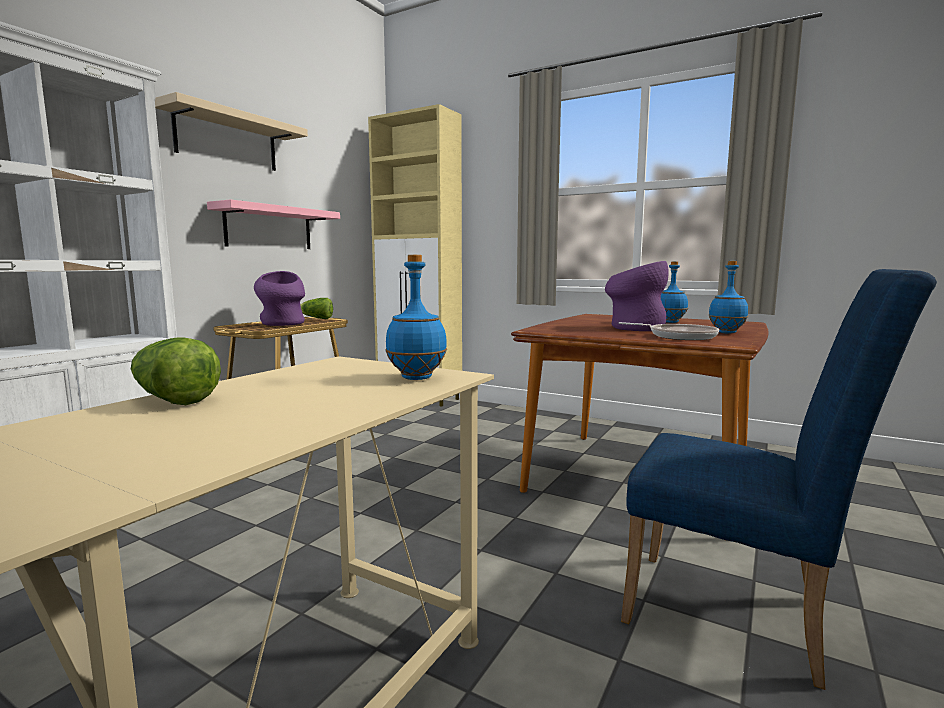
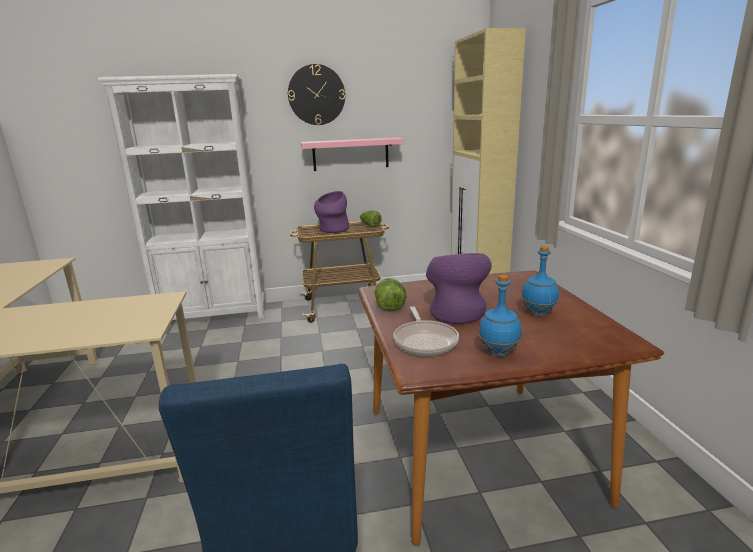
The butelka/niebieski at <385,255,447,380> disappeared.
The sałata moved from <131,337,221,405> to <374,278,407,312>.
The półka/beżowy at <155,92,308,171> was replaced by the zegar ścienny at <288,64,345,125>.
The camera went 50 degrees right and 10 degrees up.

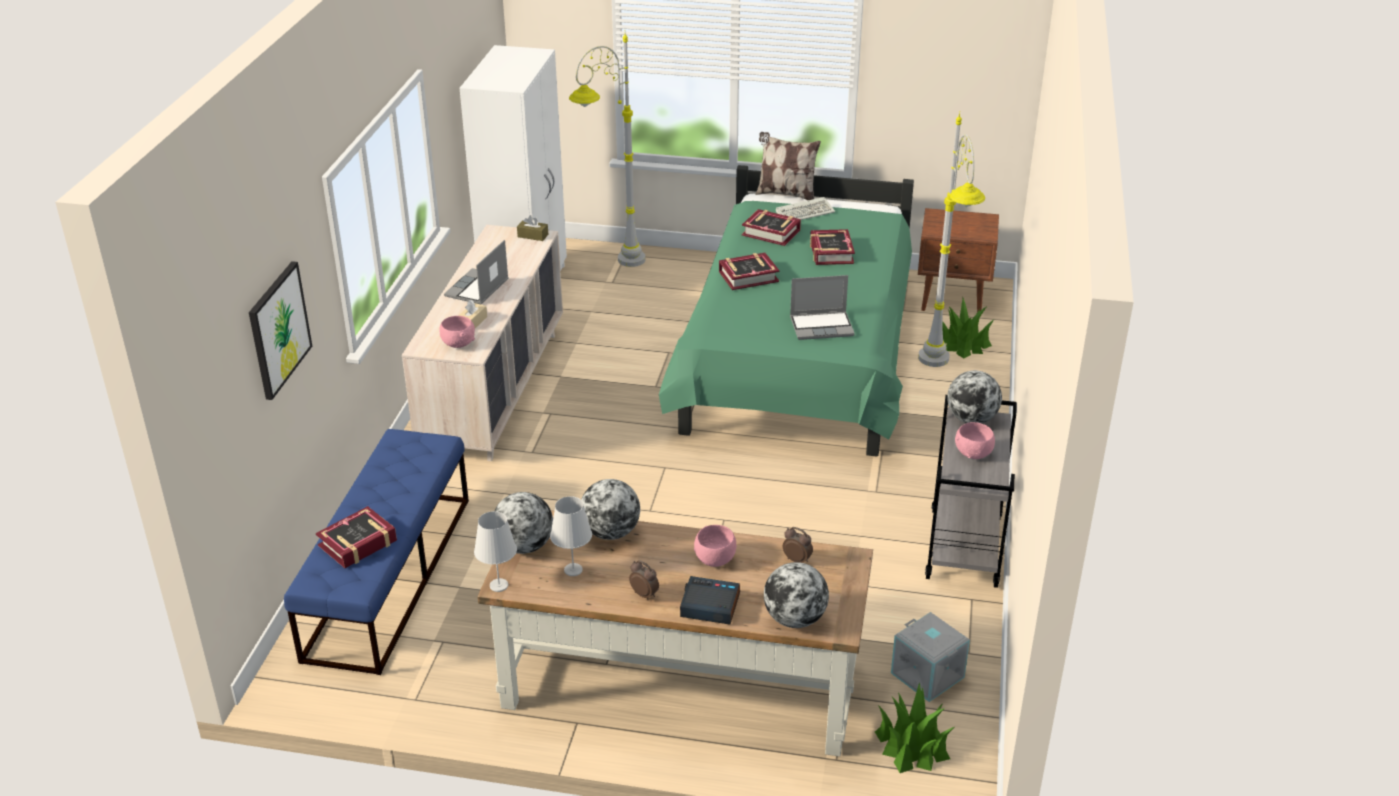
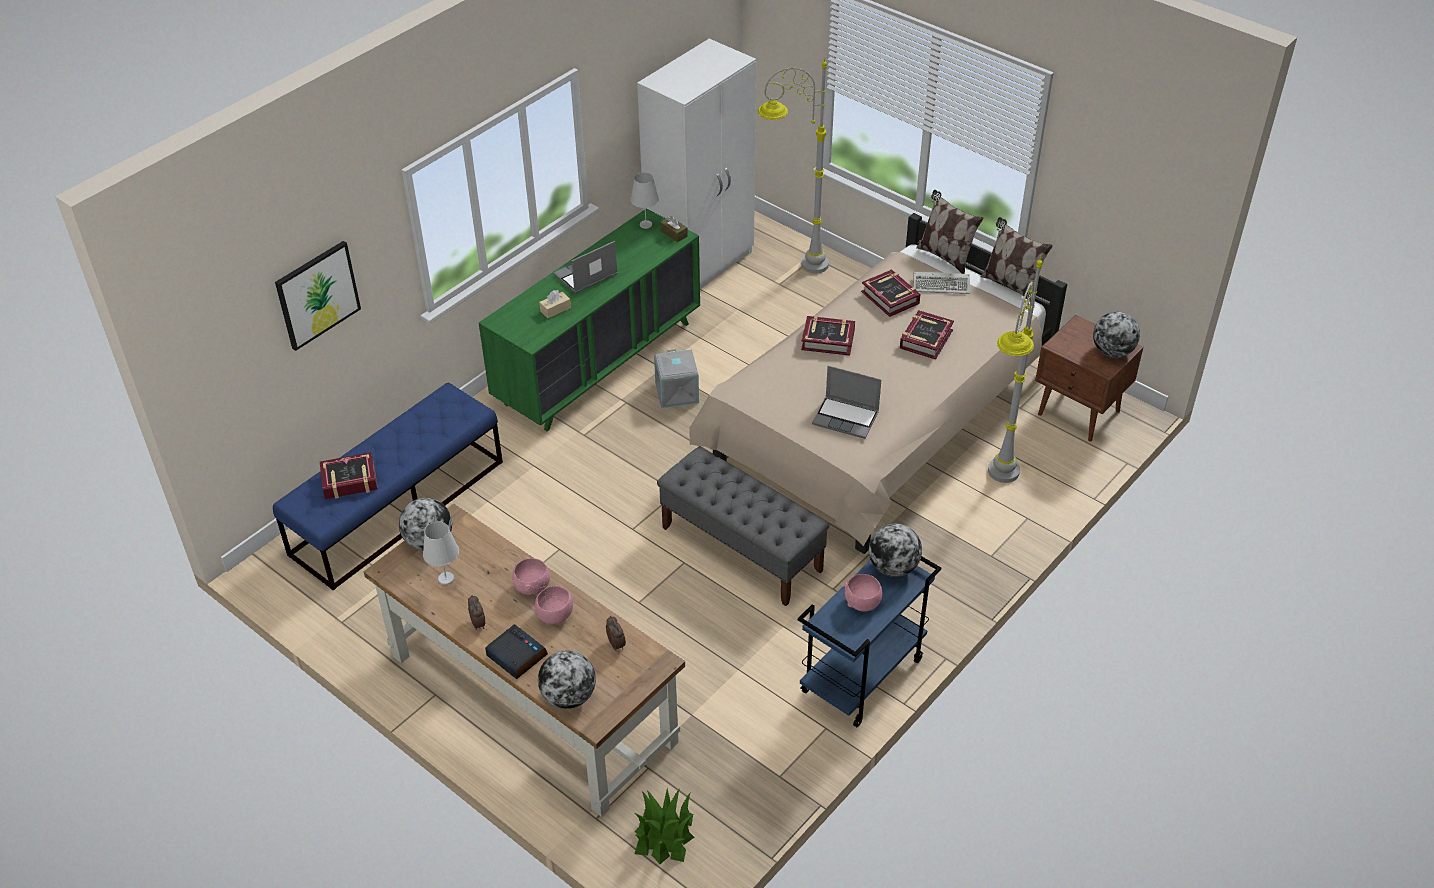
The roślina doniczkowa at <942,298,994,358> disappeared.
The ławka/szary at <657,446,830,606> appeared.
The poduszka at <980,217,1053,302> appeared.
The miska/różowy moved from <439,316,475,348> to <512,558,550,595>.
The lampa stołowa/biały moved from <474,511,517,592> to <631,172,659,229>.
The globus moved from <581,479,640,540> to <1093,312,1140,358>.
The pojemnik do przechowywania/szary moved from <891,612,970,702> to <654,349,699,408>.
The komoda/beżowy at <402,225,563,461> became the komoda/zielony at <479,209,700,431>.
The łóżko/zielony at <659,165,914,457> became the łóżko/beżowy at <689,213,1067,554>.
The wózek/szary at <925,395,1017,588> became the wózek/niebieski at <798,556,941,727>.
The camera went 30 degrees right and 10 degrees up.

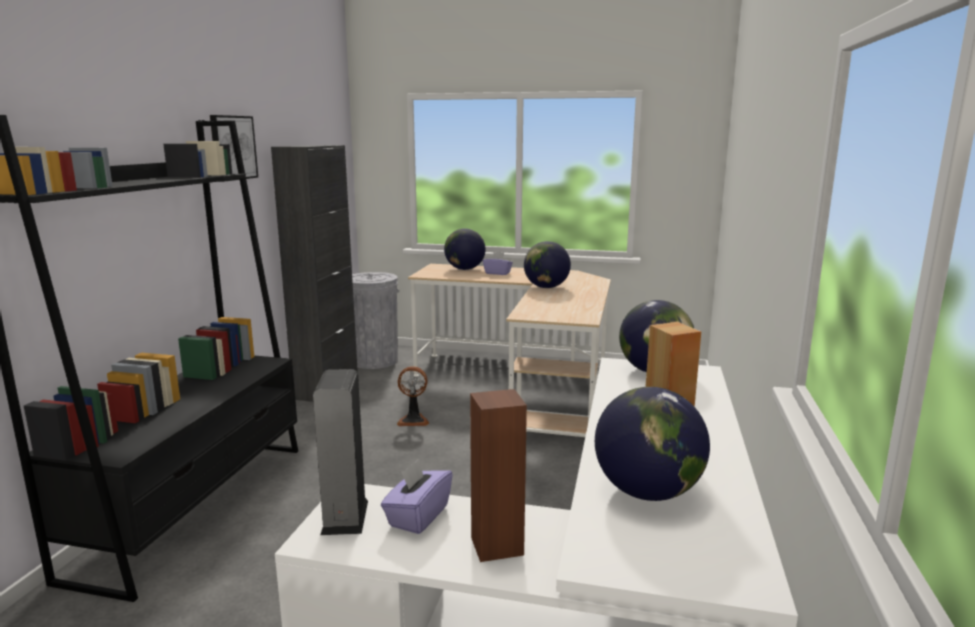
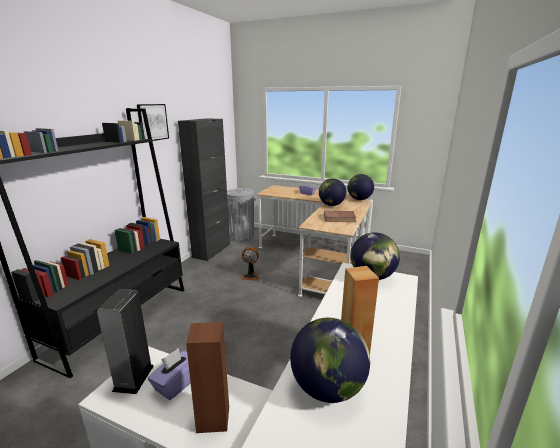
The książka/brązowy at <324,211,357,222> appeared.
The globus moved from <444,228,486,270> to <347,174,374,200>.
The camera went 10 degrees right and 5 degrees up.

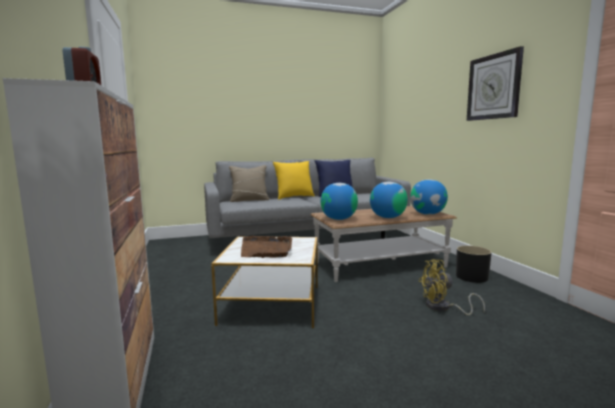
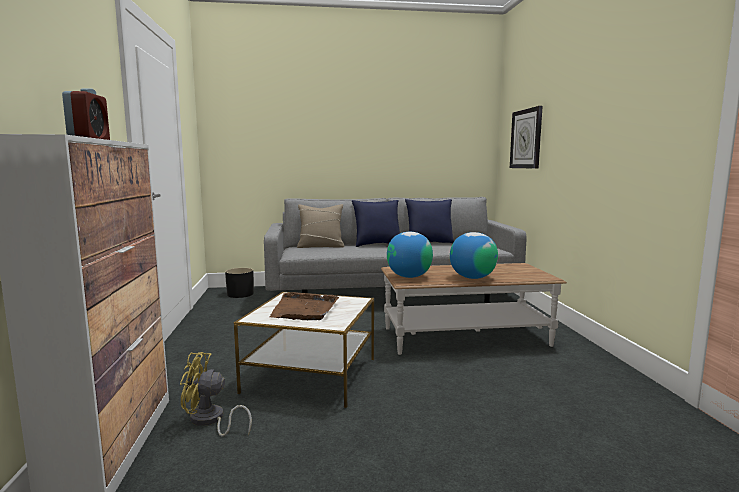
The globus at <410,179,448,215> disappeared.
The wentylator/żółty moved from <418,259,485,315> to <180,352,252,437>.
The donica/czarny moved from <456,246,492,283> to <225,268,254,298>.
The zegar ścienny moved from <467,46,524,121> to <510,106,543,169>.
The poduszka/żółty at <273,161,315,199> became the poduszka/niebieski at <352,200,400,247>.
The camera went 10 degrees right and 0 degrees up.

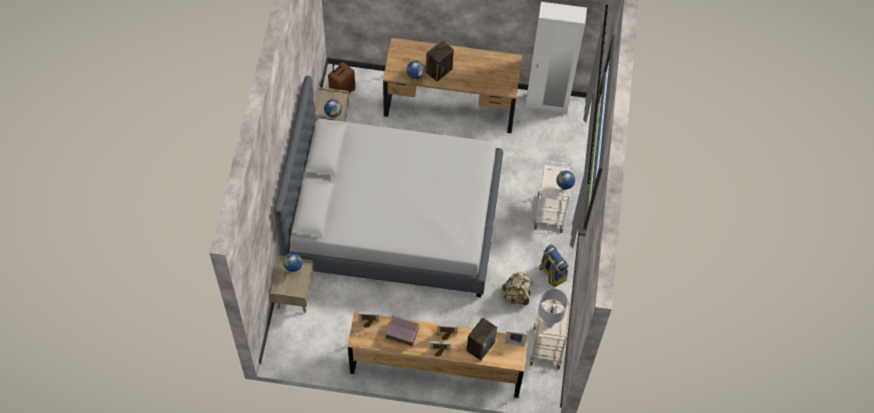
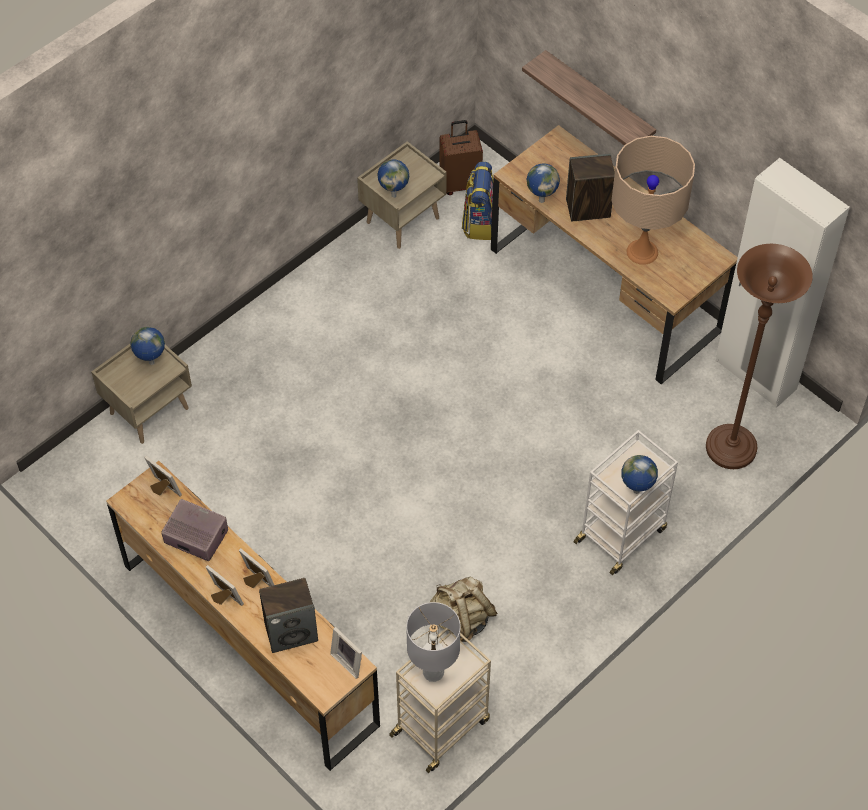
The łóżko/szary at <274,76,503,297> disappeared.
The półka at <522,50,656,145> appeared.
The lampa stołowa/beżowy at <611,136,695,265> appeared.
The lampa stojąca/brązowy at <706,244,813,469> appeared.
The plecak moved from <539,244,568,287> to <462,162,493,240>.
The radio at <385,316,419,347> turned 150 degrees clockwise.
The camera went 40 degrees right and 5 degrees down.

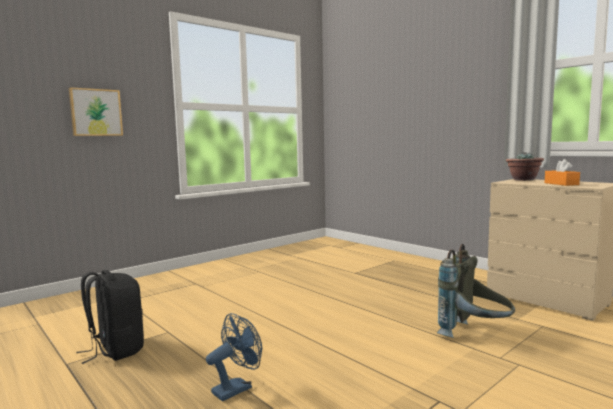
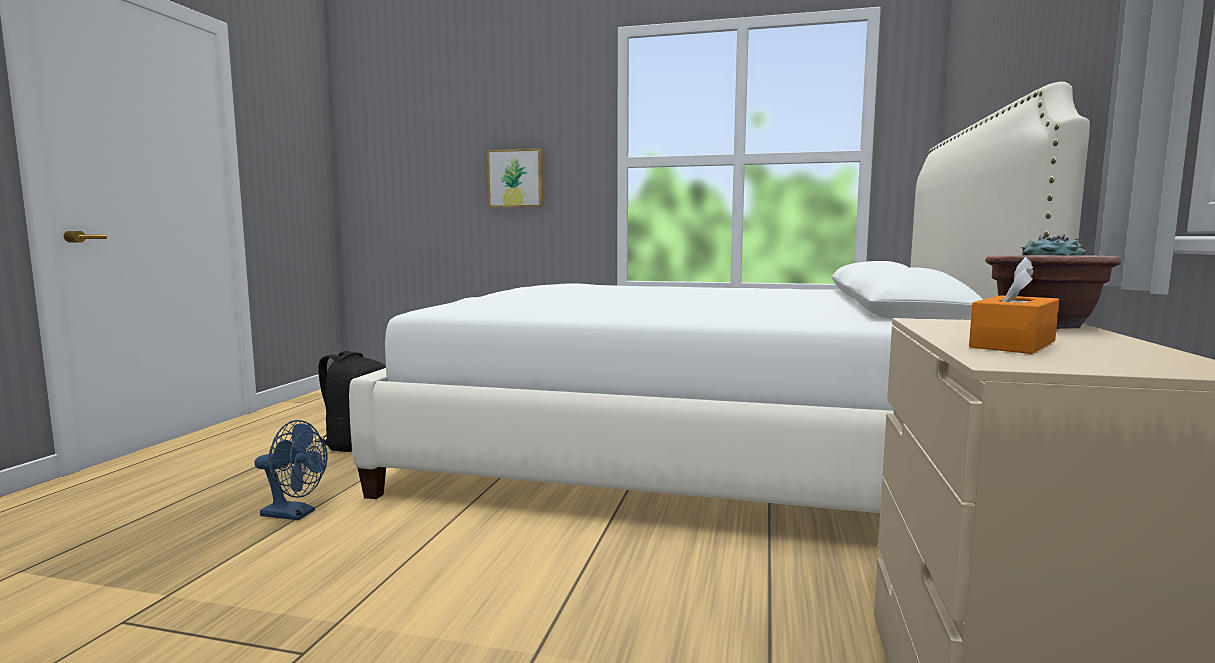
The plecak/szary at <437,244,515,338> disappeared.
The łóżko/biały at <349,82,1090,513> appeared.
The camera went 55 degrees right and 0 degrees up.

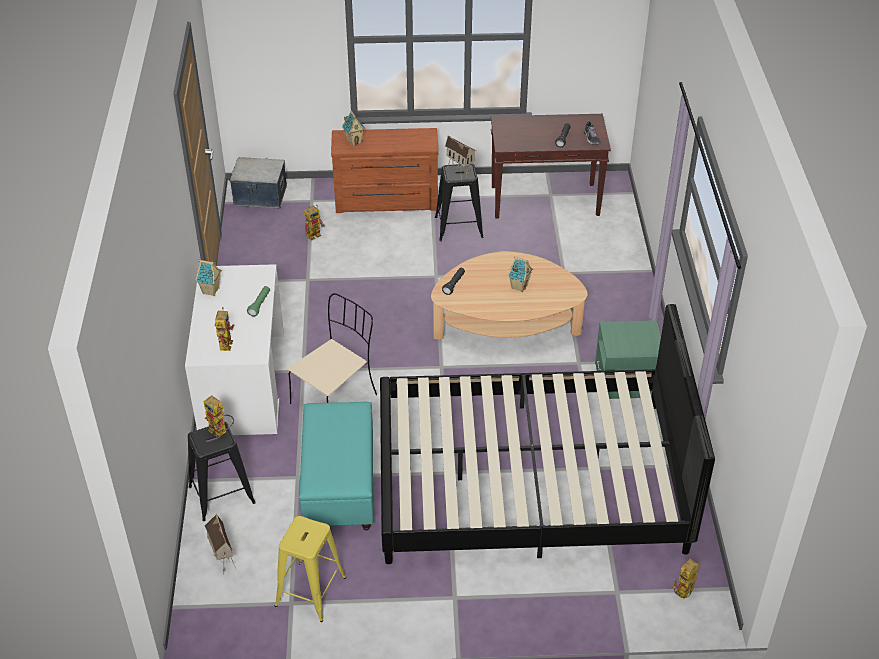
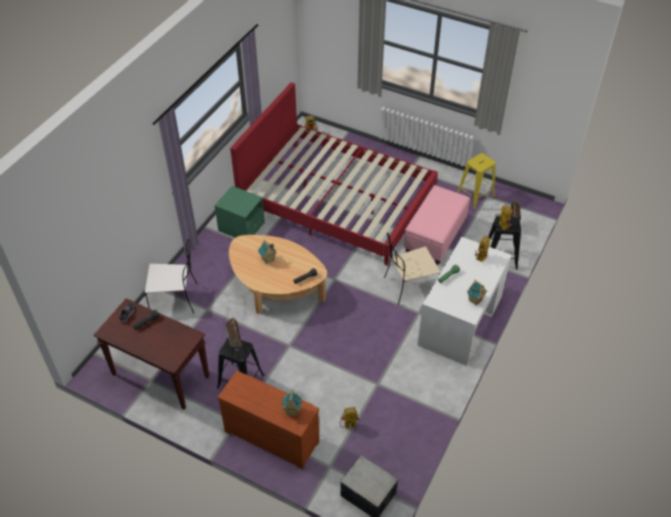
The krzesło/biały at <145,239,197,313> appeared.
The pufa/turkusowy at <299,402,373,531> became the pufa/różowy at <404,185,470,264>.
The łóżko/czarny at <380,304,715,564> became the łóżko/czerwony at <230,83,438,265>.
The camera went 150 degrees left and 5 degrees up.

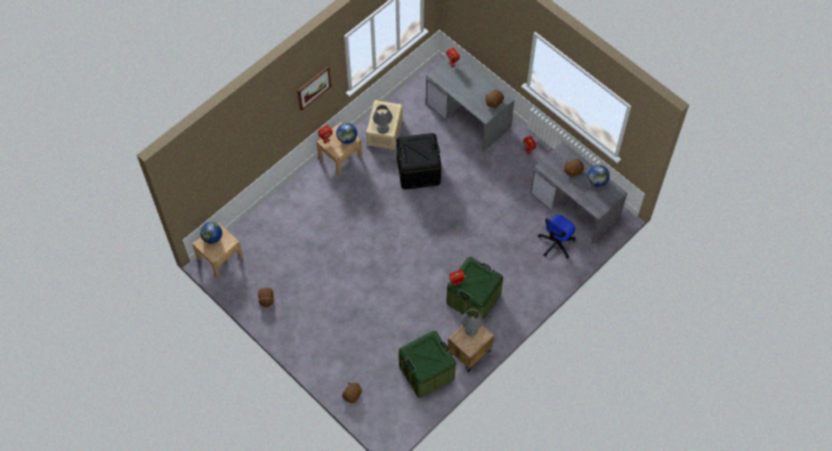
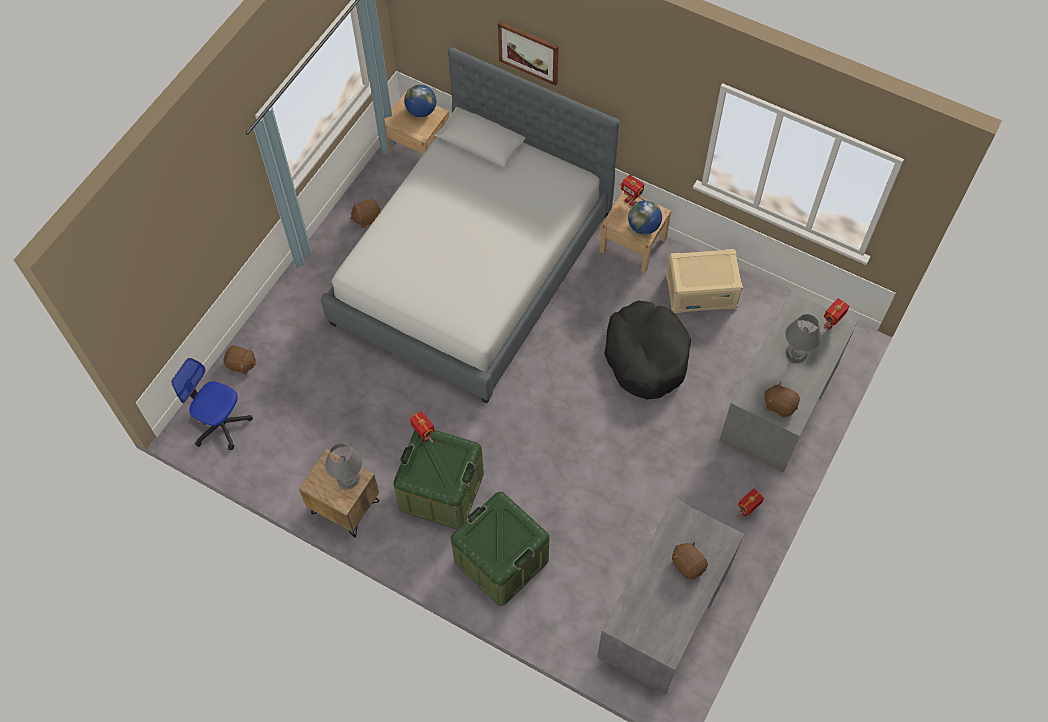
The globus at <588,165,610,187> disappeared.
The łóżko at <321,47,620,404> appeared.
The obraz moved from <297,66,331,111> to <498,21,559,86>.
The lampa stołowa/szary moved from <373,105,392,134> to <785,314,821,363>.
The pojemnik do przechowywania/zielony moved from <399,331,456,398> to <451,492,550,606>.
The krzesło biurowe moved from <538,215,576,259> to <171,358,253,450>.
The pojemnik do przechowywania/czarny at <396,133,441,190> was replaced by the legowisko/czarny at <604,301,691,400>.
The camera went 75 degrees right and 0 degrees up.

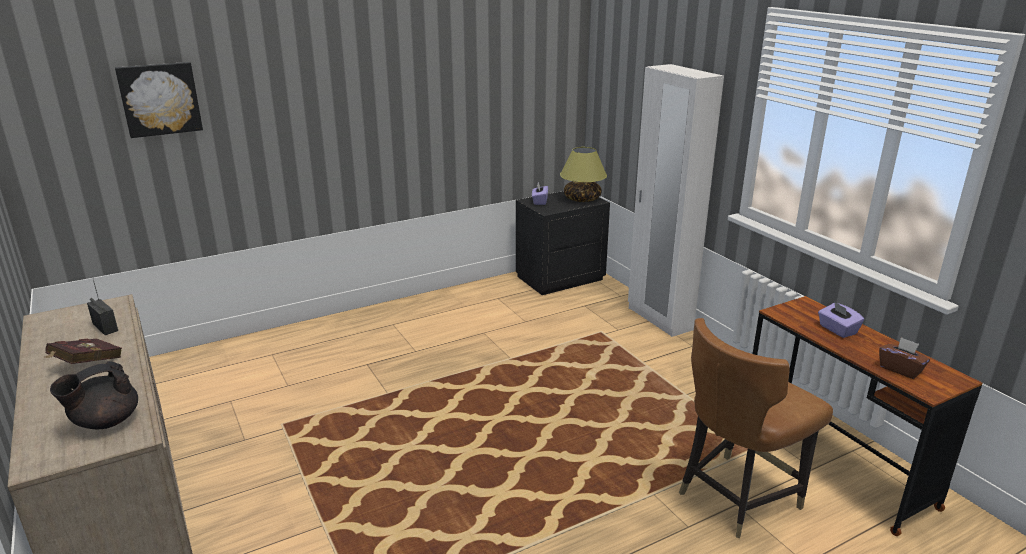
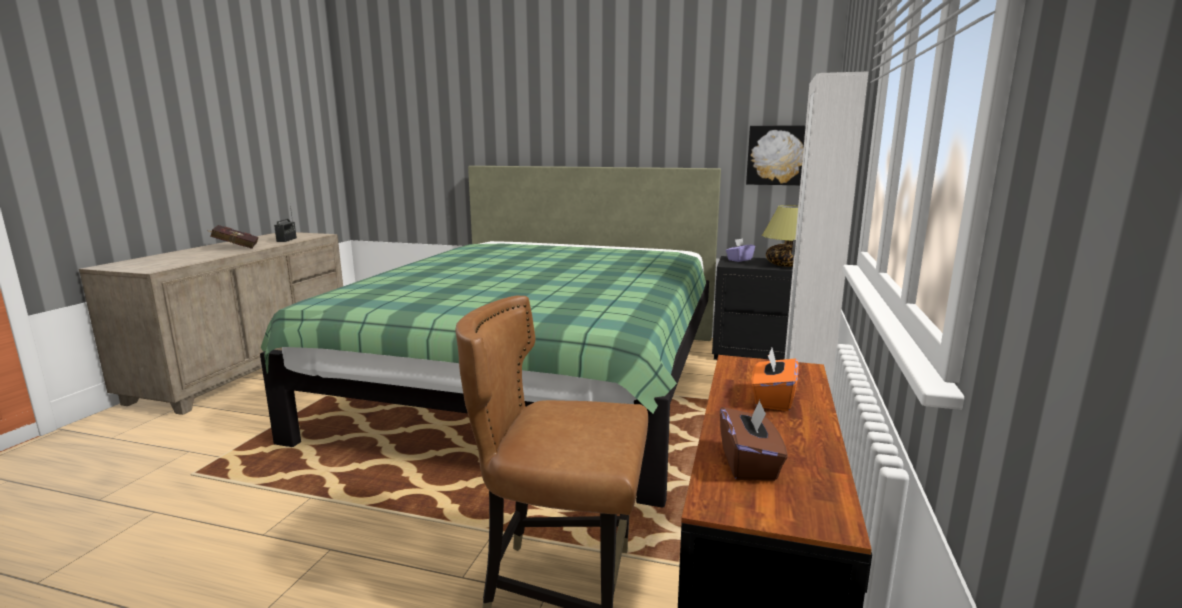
The imbryk/czarny at <50,361,138,429> disappeared.
The łóżko/zielony at <260,166,721,508> appeared.
The obraz moved from <115,62,203,138> to <746,125,806,185>.
The pudełko chusteczek/fioletowy at <818,301,864,338> became the pudełko chusteczek/pomarańczowy at <751,348,799,411>.
The camera went 45 degrees right and 10 degrees down.

